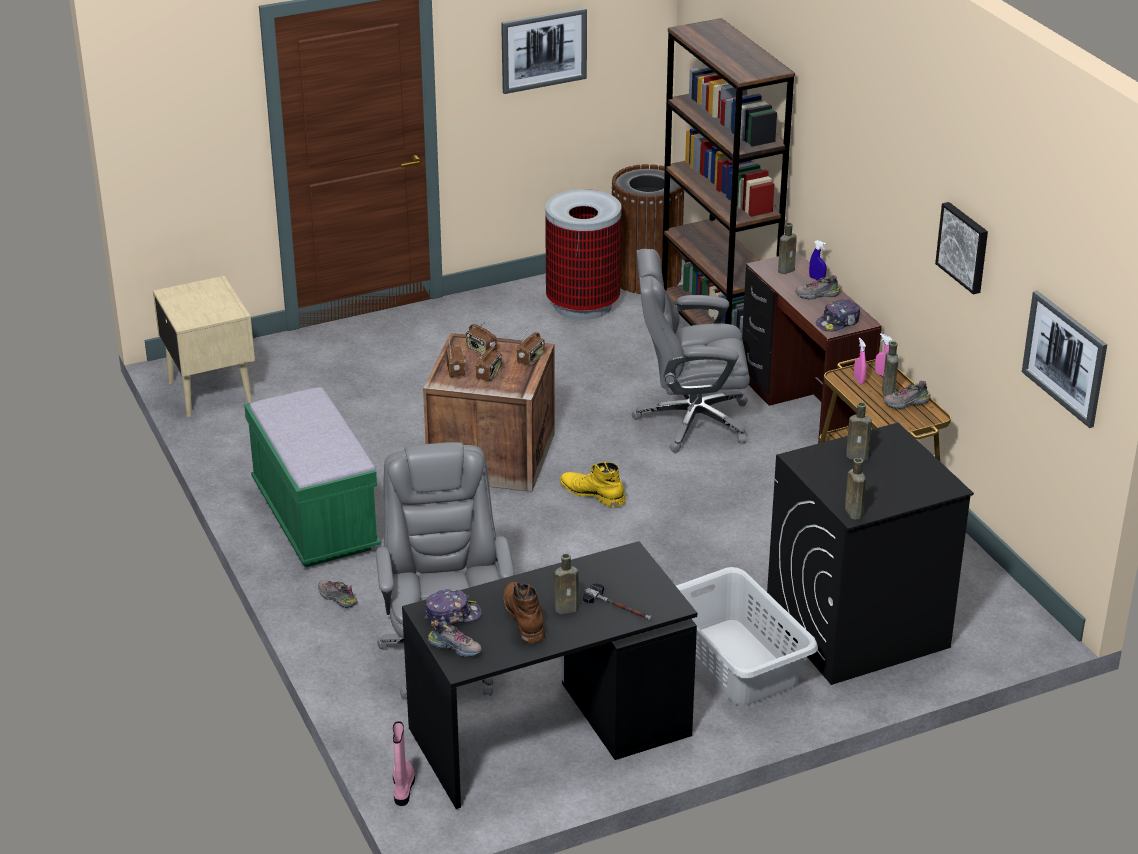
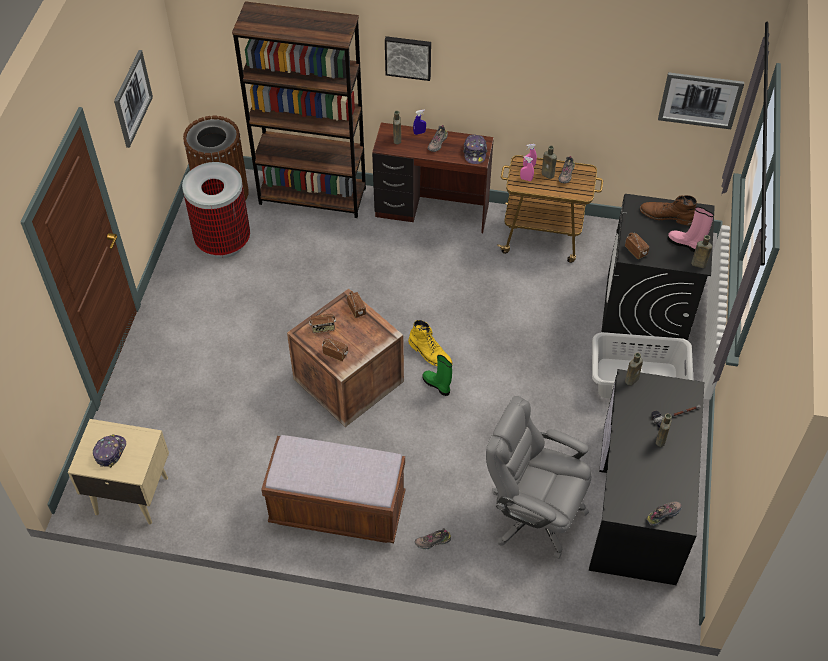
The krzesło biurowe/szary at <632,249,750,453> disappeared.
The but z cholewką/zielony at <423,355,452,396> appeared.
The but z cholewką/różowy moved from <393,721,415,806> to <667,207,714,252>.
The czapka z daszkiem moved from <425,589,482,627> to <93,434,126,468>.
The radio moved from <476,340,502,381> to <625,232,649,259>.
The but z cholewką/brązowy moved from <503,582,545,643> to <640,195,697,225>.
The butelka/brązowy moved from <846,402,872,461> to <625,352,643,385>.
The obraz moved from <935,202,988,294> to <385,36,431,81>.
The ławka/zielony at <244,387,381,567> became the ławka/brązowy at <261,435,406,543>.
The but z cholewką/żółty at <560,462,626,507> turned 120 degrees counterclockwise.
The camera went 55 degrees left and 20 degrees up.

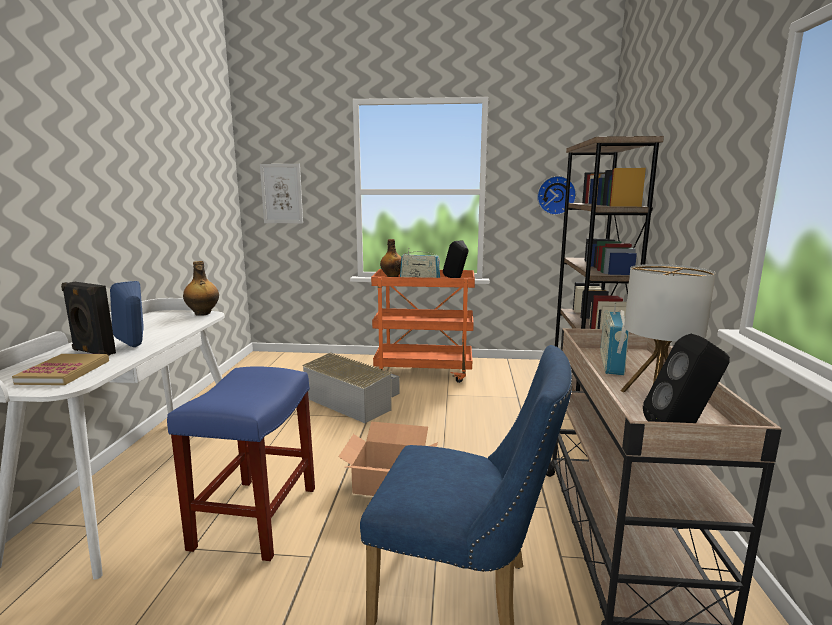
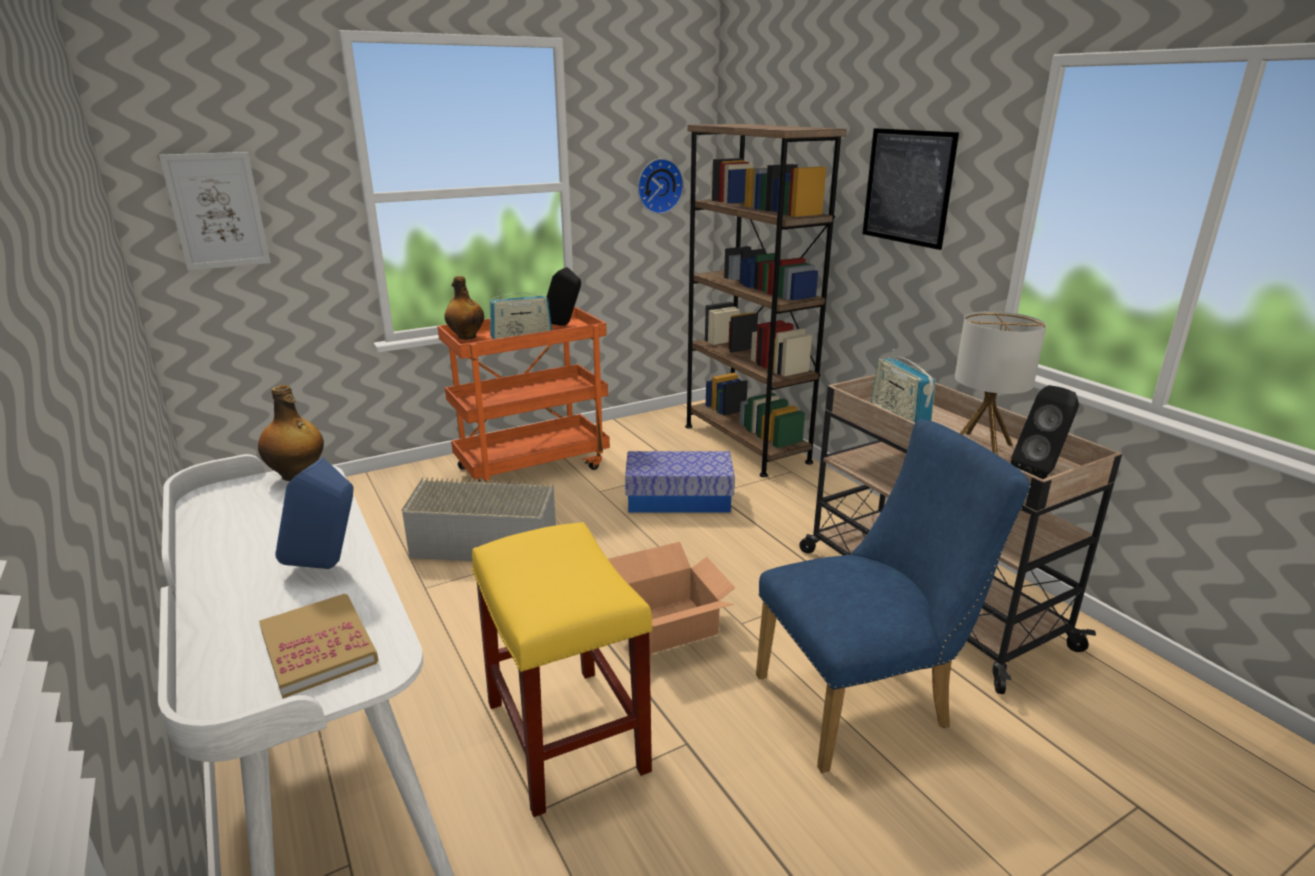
The głośnik/czarny at <61,282,116,356> disappeared.
The pojemnik do przechowywania at <625,451,735,513> appeared.
The obraz at <863,128,959,250> appeared.
The stołek/niebieski at <167,366,315,561> became the stołek/żółty at <472,522,652,817>.
The camera went 35 degrees left and 10 degrees up.

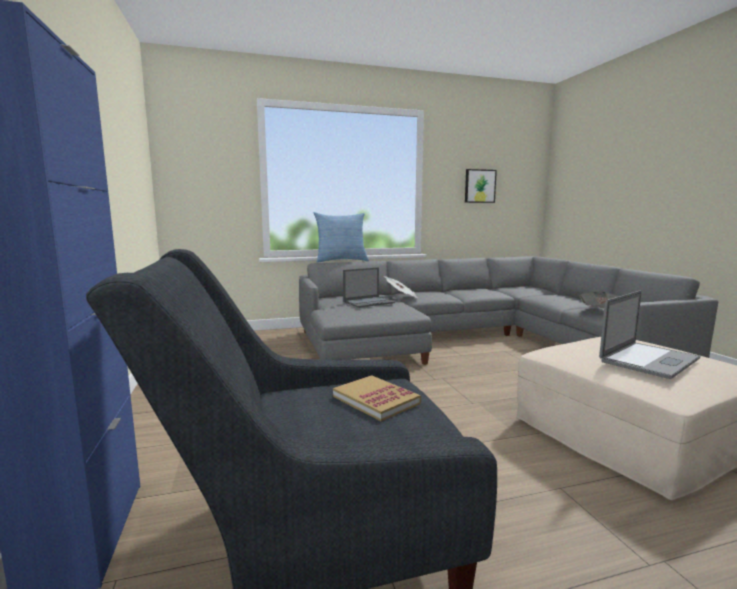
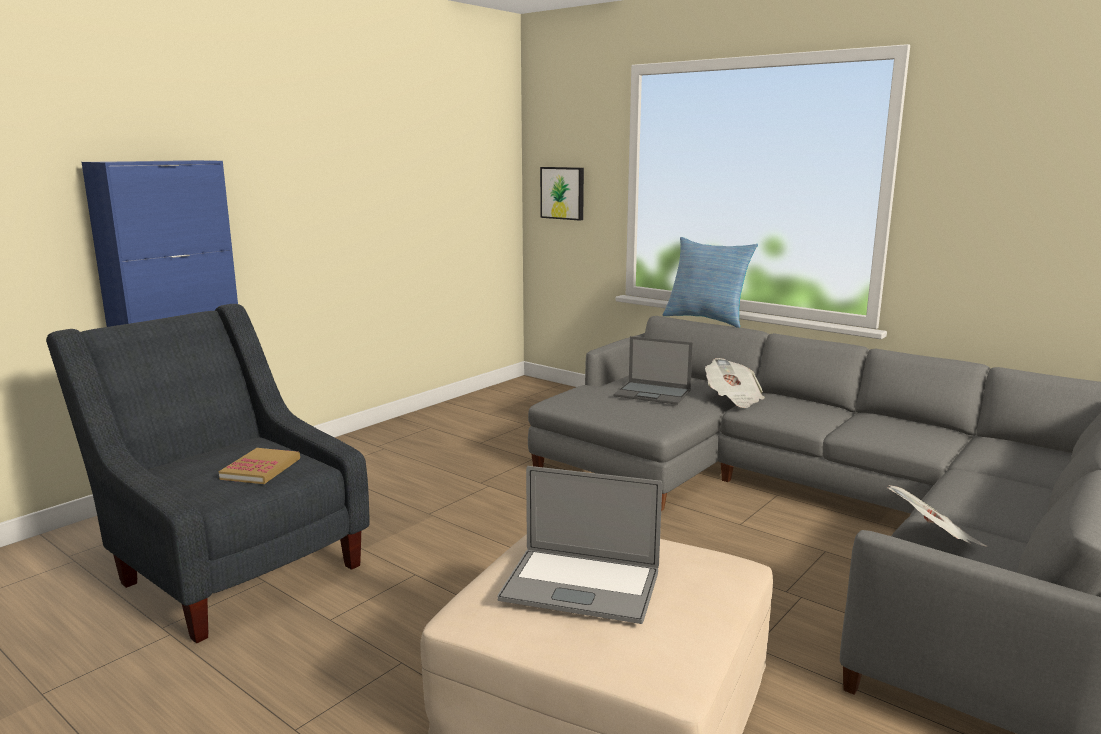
The obraz moved from <465,169,497,203> to <540,167,584,221>.
The camera went 55 degrees right and 5 degrees up.

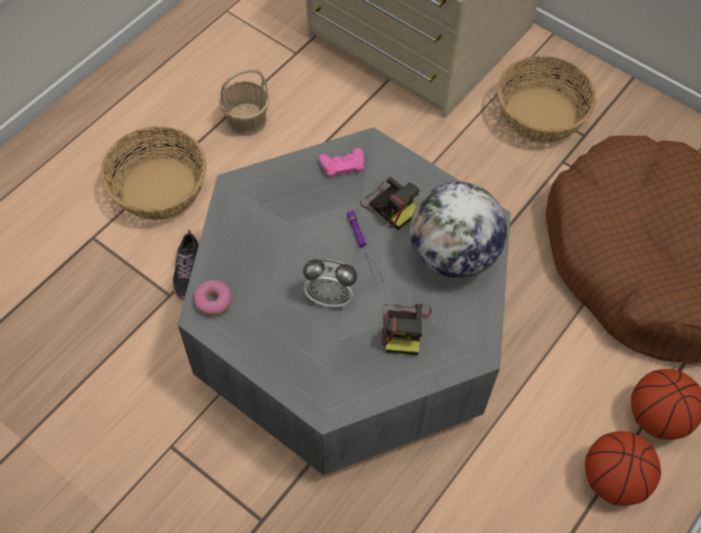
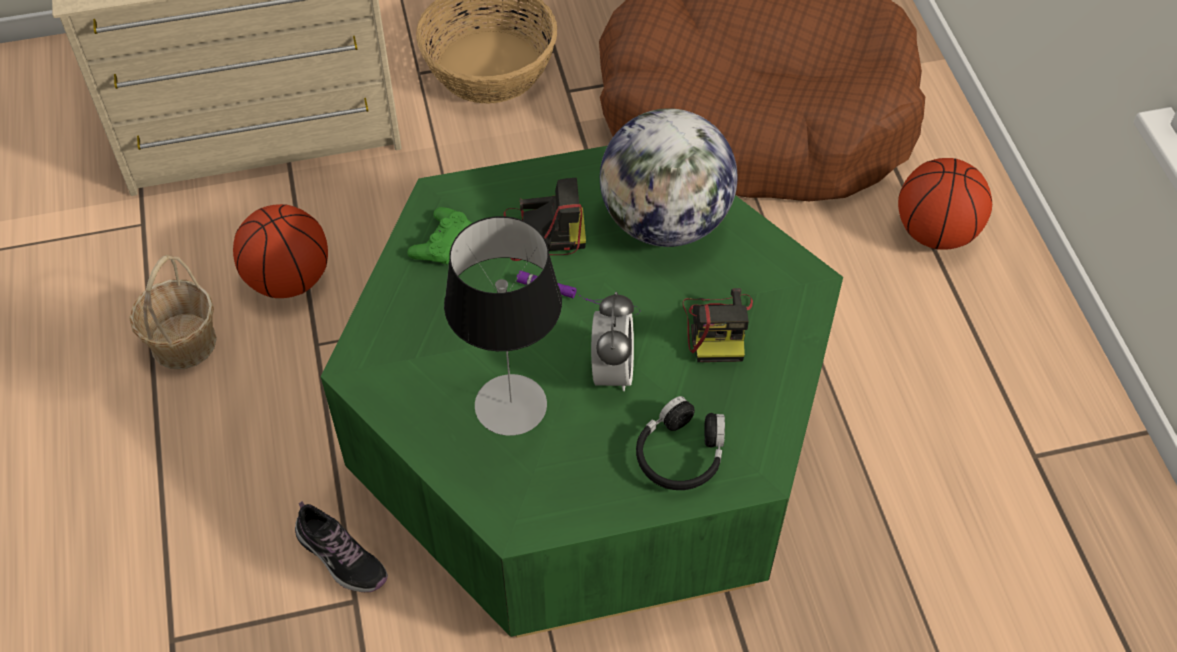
The koszyk at <101,126,207,220> disappeared.
The donut at <194,280,232,316> disappeared.
The lampa stołowa at <444,216,562,436> appeared.
The słuchawki/czarny at <636,396,725,490> appeared.
The piłka do koszykówki moved from <585,431,661,506> to <233,204,328,298>.
The ława/szary at <178,127,511,475> became the ława/zielony at <321,146,843,638>.
The pad do gier/różowy at <319,148,364,178> became the pad do gier/zielony at <407,207,472,264>.
The budzik at <303,259,357,307> turned 45 degrees counterclockwise.
The aparat fotograficzny at <382,304,432,355> turned 45 degrees clockwise.
The camera went 50 degrees left and 5 degrees down.

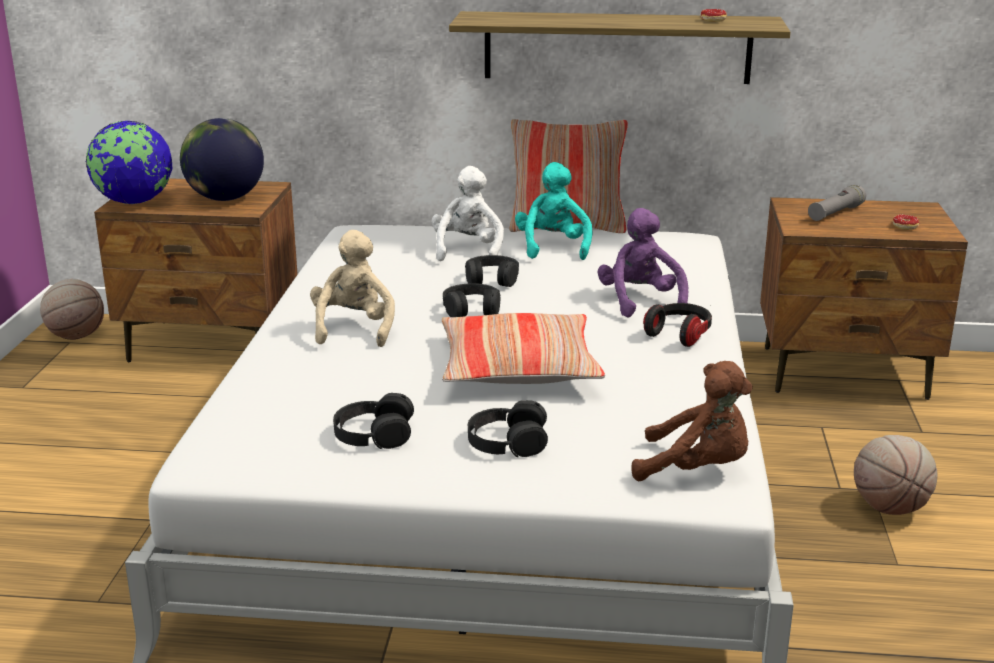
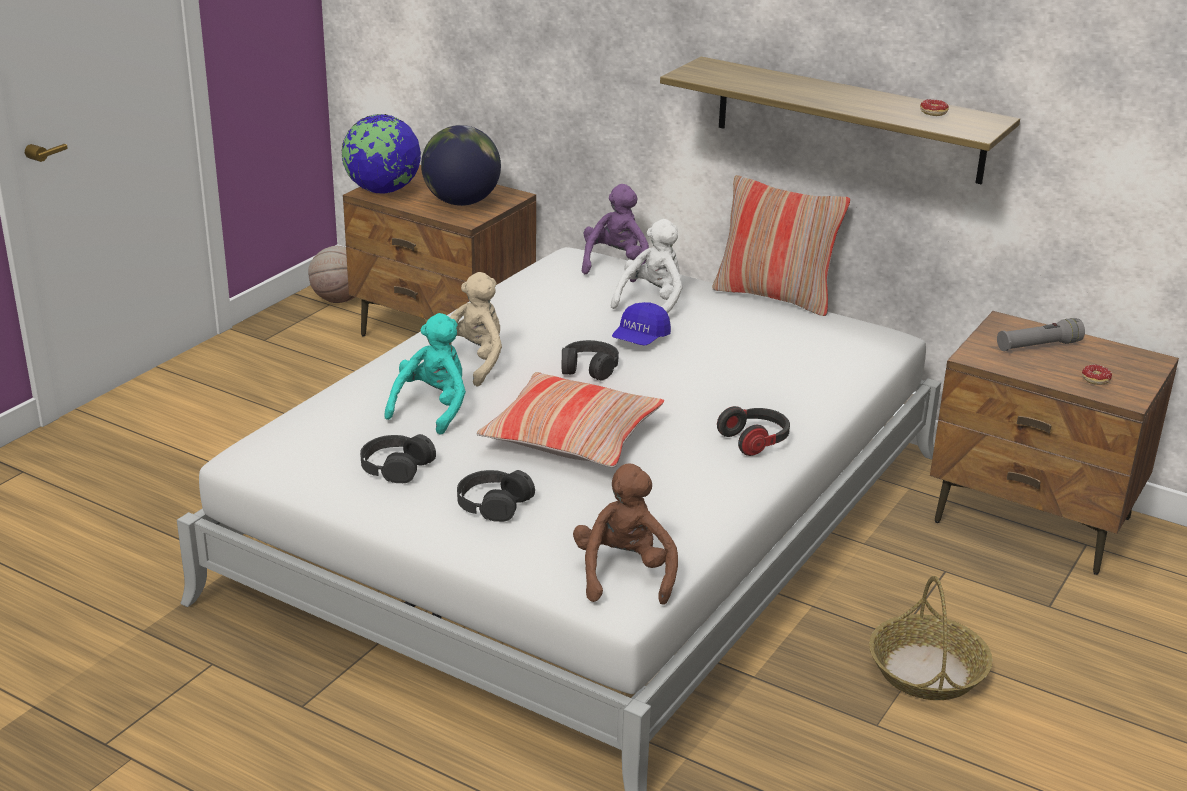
The pluszak/turkusowy moved from <515,162,592,260> to <384,313,466,435>.
The pluszak/fioletowy moved from <597,208,689,318> to <582,184,649,282>.
The słuchawki/czarny at <465,255,519,287> was replaced by the czapka z daszkiem/niebieski at <612,302,671,345>.
The piłka do koszykówki at <854,435,937,515> was replaced by the koszyk at <869,576,993,700>.
The pluszak/brązowy at <631,361,753,481> turned 135 degrees counterclockwise.
The camera went 25 degrees right and 5 degrees up.

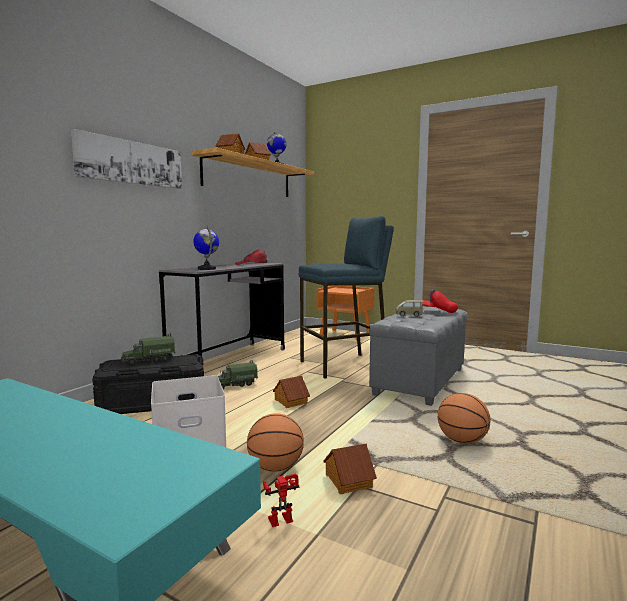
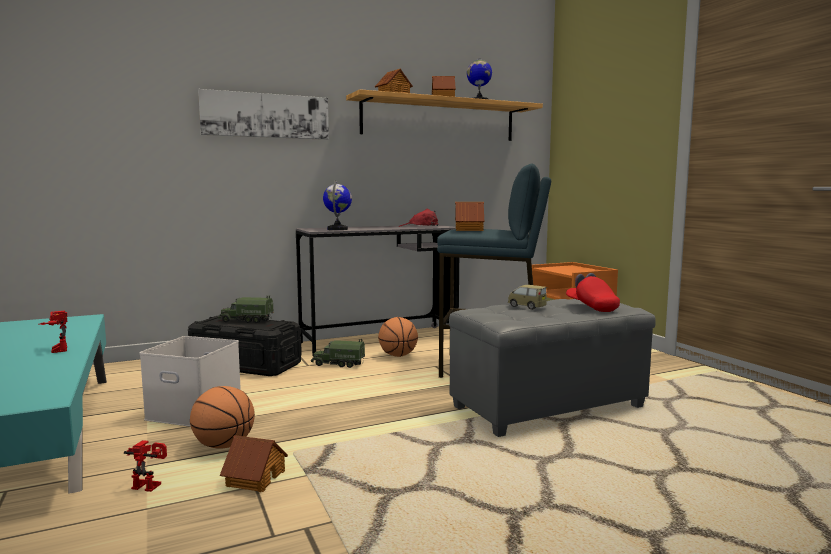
The robot zabawkowy at <39,311,67,353> appeared.
The domek moved from <273,376,310,408> to <455,202,484,231>.
The piłka do koszykówki moved from <438,393,490,444> to <378,317,418,357>.
The camera went 35 degrees right and 0 degrees up.

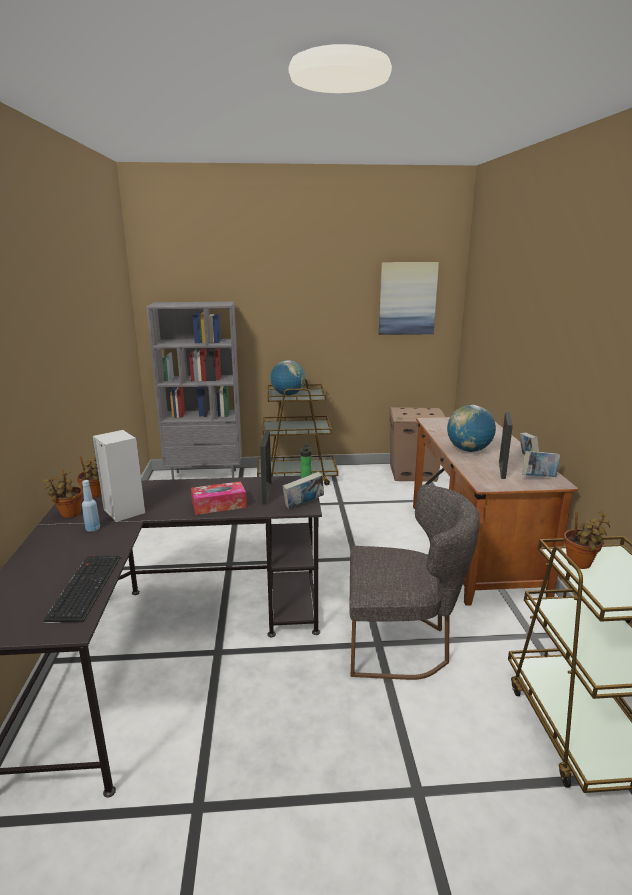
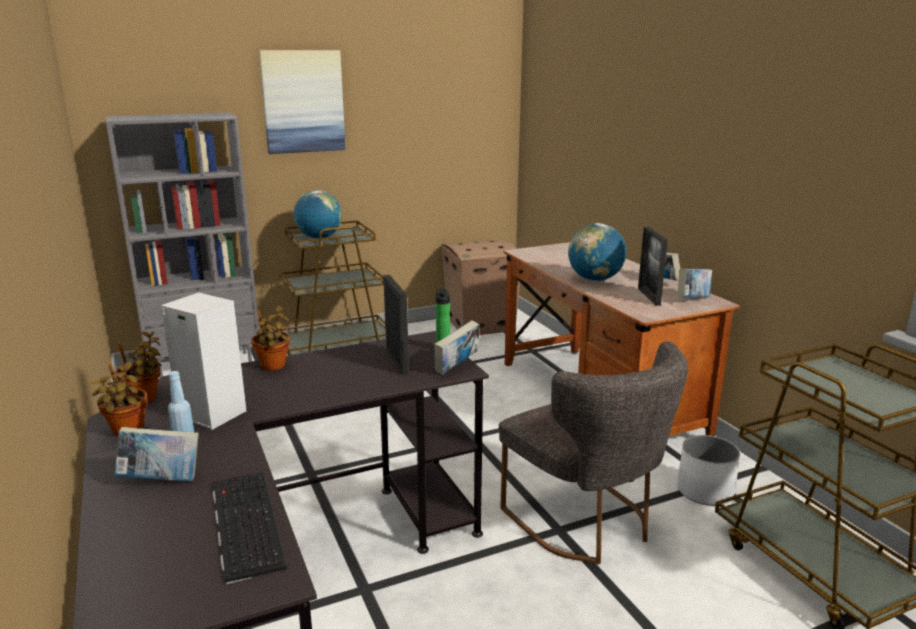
The pudełko chusteczek at <191,481,247,515> disappeared.
The książka at <115,427,199,481> appeared.
The donica/biały at <677,435,740,506> appeared.
The obraz moved from <379,262,439,335> to <259,50,346,154>.
The roślina doniczkowa moved from <564,510,610,569> to <251,306,290,371>.
The krzesło/szary at <349,484,479,680> turned 75 degrees clockwise.
The camera went 20 degrees left and 0 degrees up.

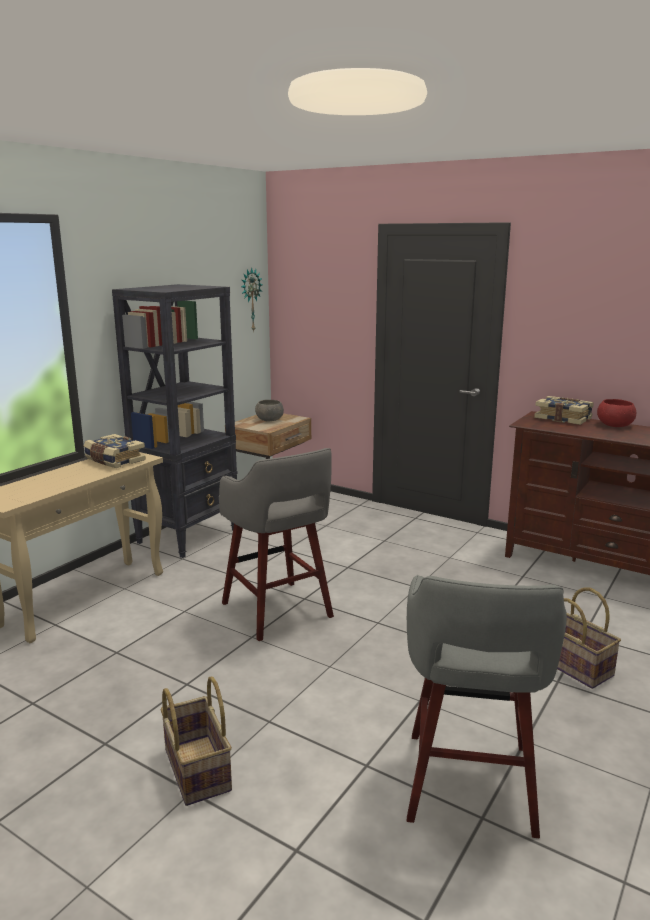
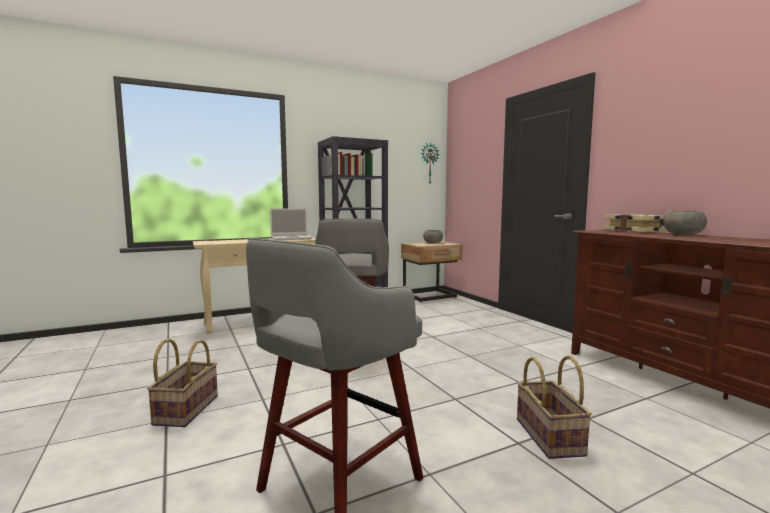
The książka at <84,434,146,468> was replaced by the laptop at <270,208,312,240>.
The miska/czerwony at <597,399,636,427> became the miska/szary at <663,211,707,235>.
The camera went 30 degrees right and 10 degrees down.

